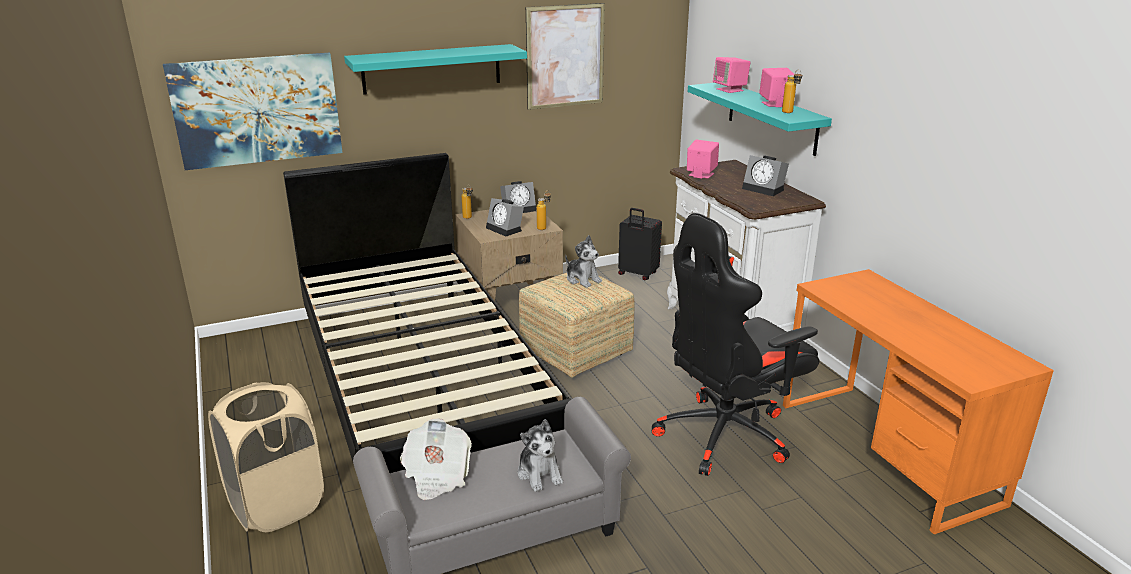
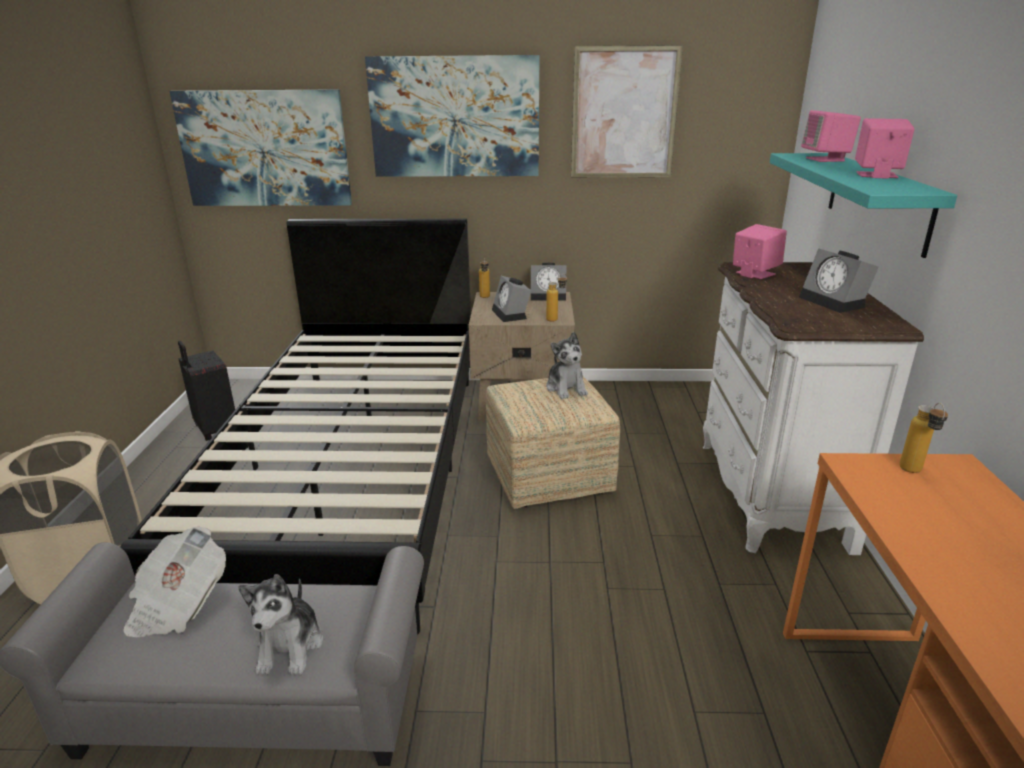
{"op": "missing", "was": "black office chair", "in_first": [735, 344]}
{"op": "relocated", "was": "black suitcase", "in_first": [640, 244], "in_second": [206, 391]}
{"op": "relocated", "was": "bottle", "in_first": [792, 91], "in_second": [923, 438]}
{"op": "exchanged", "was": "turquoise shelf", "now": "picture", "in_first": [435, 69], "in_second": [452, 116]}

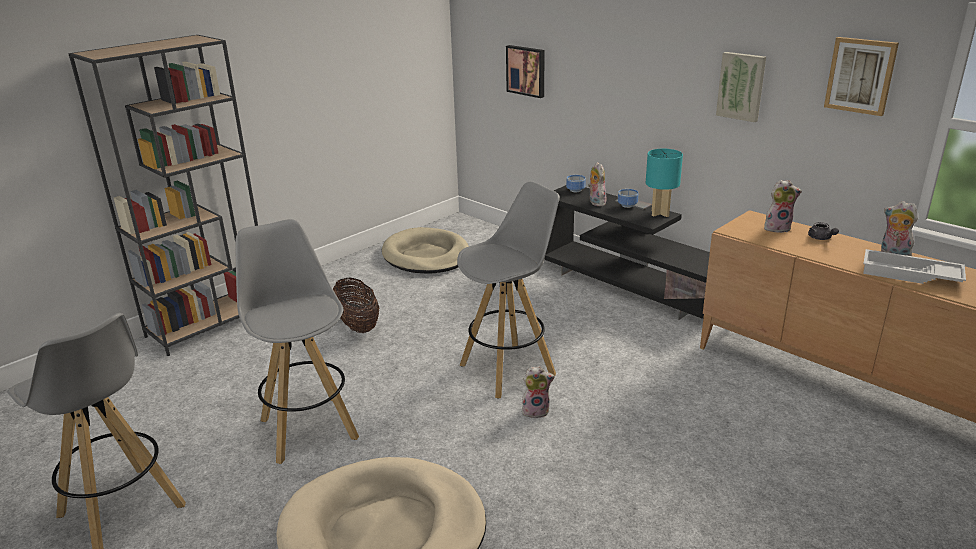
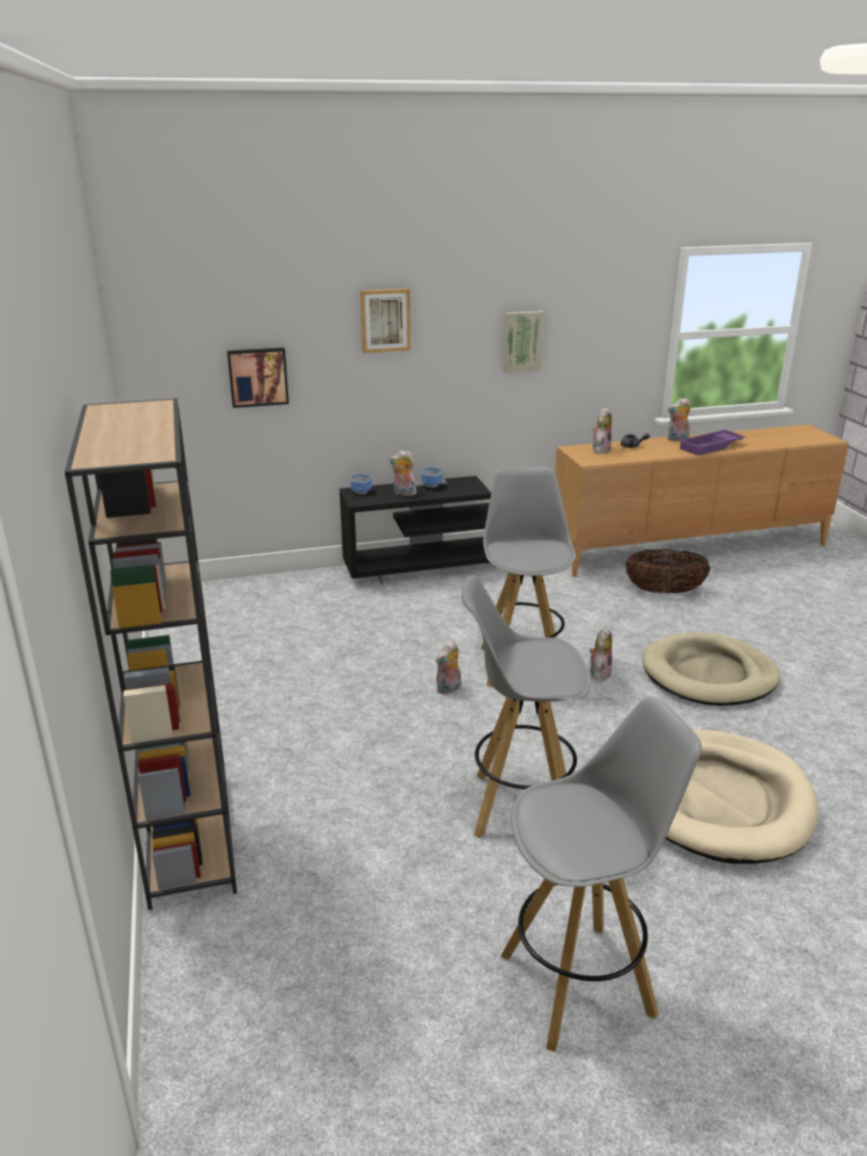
{"op": "missing", "was": "turquoise table lamp", "in_first": [664, 183]}
{"op": "appeared", "now": "plush toy", "in_second": [448, 667]}
{"op": "relocated", "was": "basket", "in_first": [356, 305], "in_second": [667, 571]}
{"op": "relocated", "was": "beige dog bed", "in_first": [425, 250], "in_second": [711, 669]}
{"op": "relocated", "was": "picture", "in_first": [861, 76], "in_second": [385, 321]}
{"op": "colour", "was": "white tray", "now": "purple tray", "in_first": [914, 266], "in_second": [712, 443]}

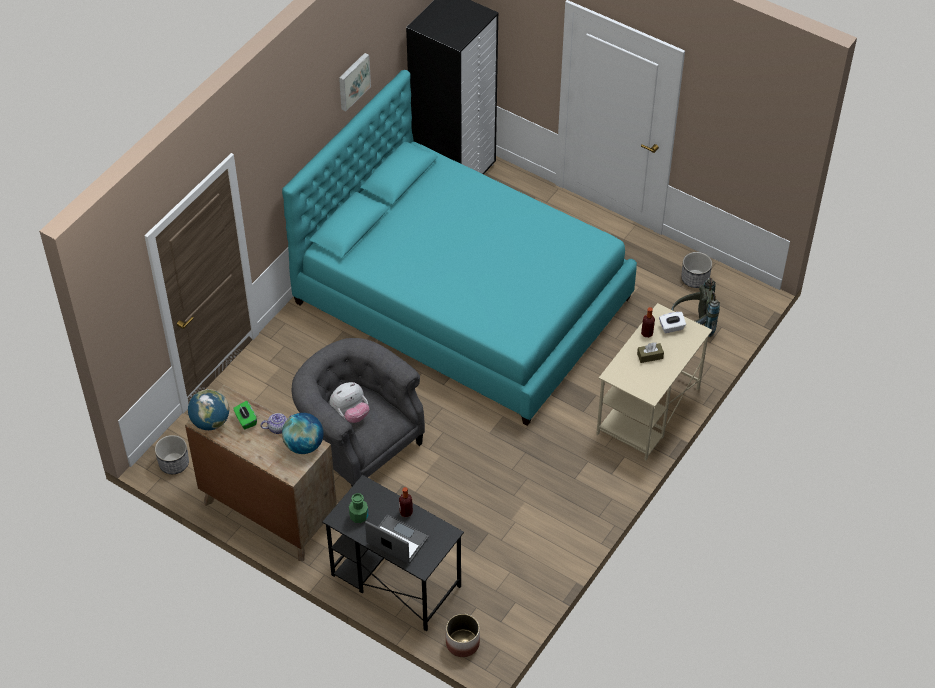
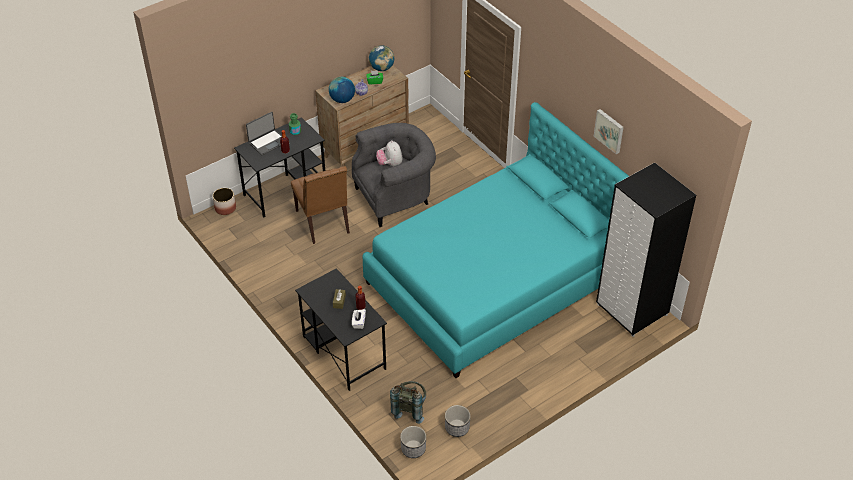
{"op": "appeared", "now": "brown chair", "in_second": [320, 205]}
{"op": "relocated", "was": "planter", "in_first": [172, 454], "in_second": [413, 442]}
{"op": "colour", "was": "beige desk", "now": "black desk", "in_first": [654, 381], "in_second": [341, 329]}

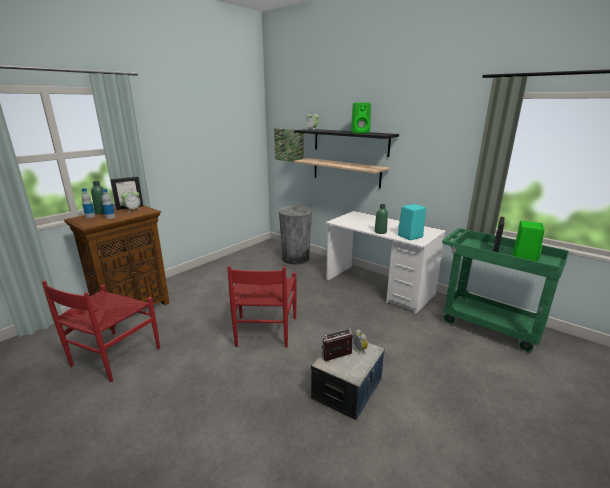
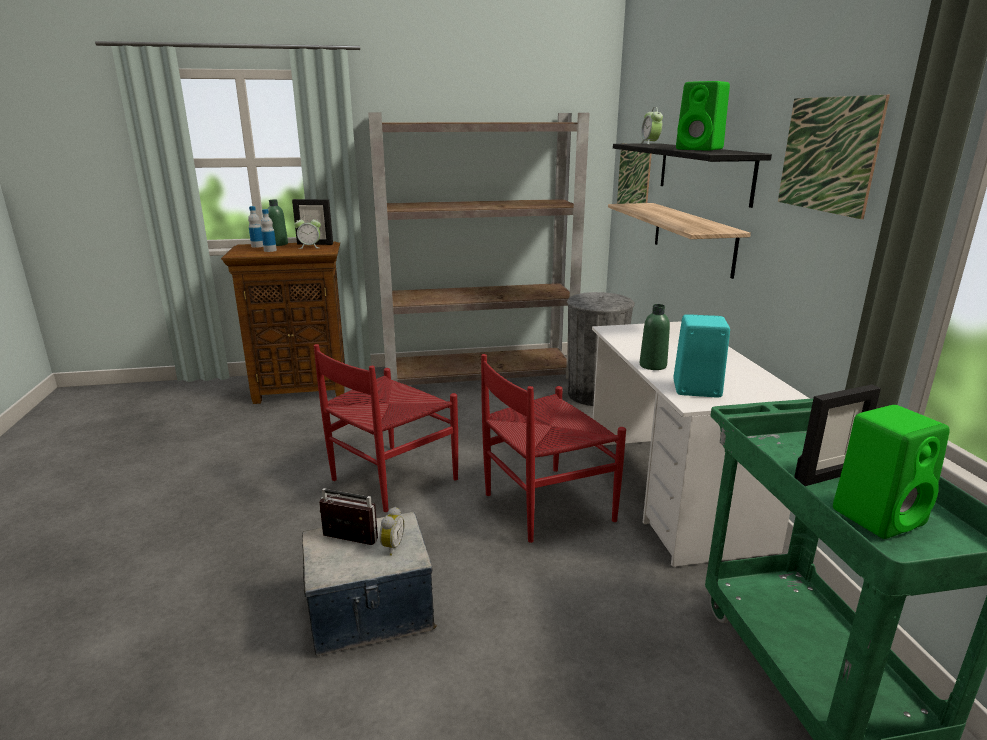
{"op": "appeared", "now": "brown bookcase", "in_second": [479, 249]}
{"op": "appeared", "now": "picture", "in_second": [834, 157]}
{"op": "relocated", "was": "red chair", "in_first": [101, 331], "in_second": [553, 448]}

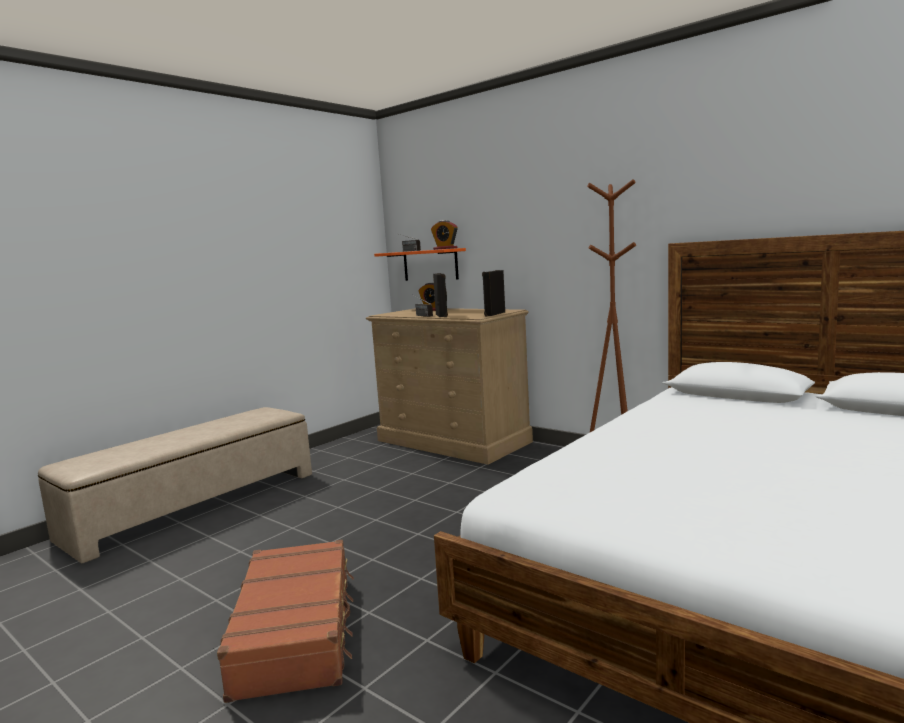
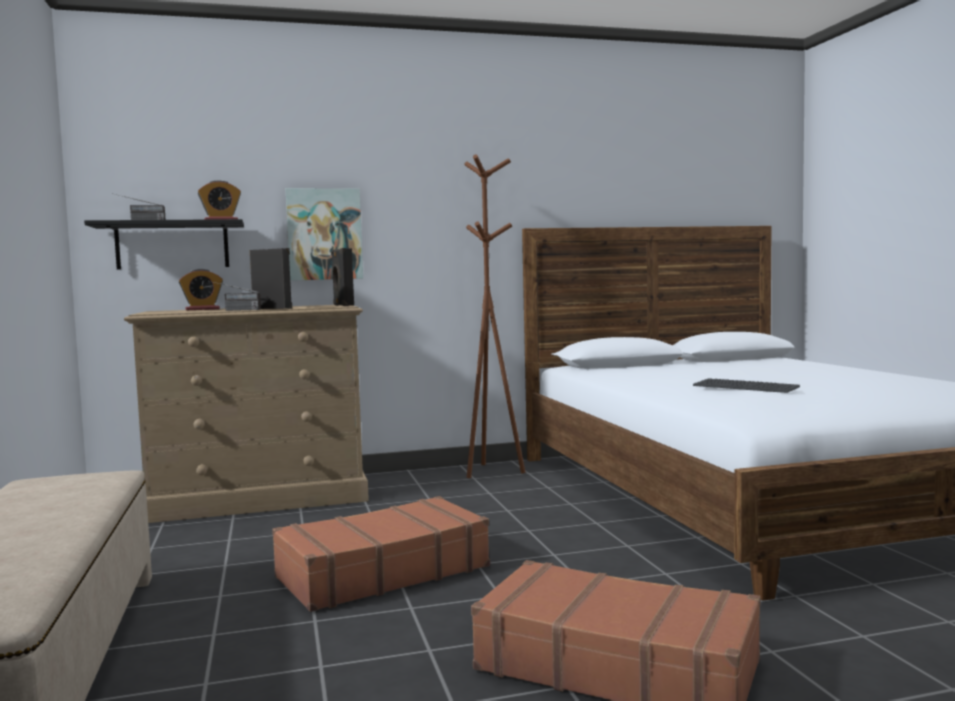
{"op": "appeared", "now": "brown suitcase", "in_second": [381, 554]}
{"op": "appeared", "now": "picture", "in_second": [324, 234]}
{"op": "appeared", "now": "keyboard", "in_second": [746, 385]}
{"op": "colour", "was": "orange shelf", "now": "black shelf", "in_first": [420, 264], "in_second": [164, 244]}

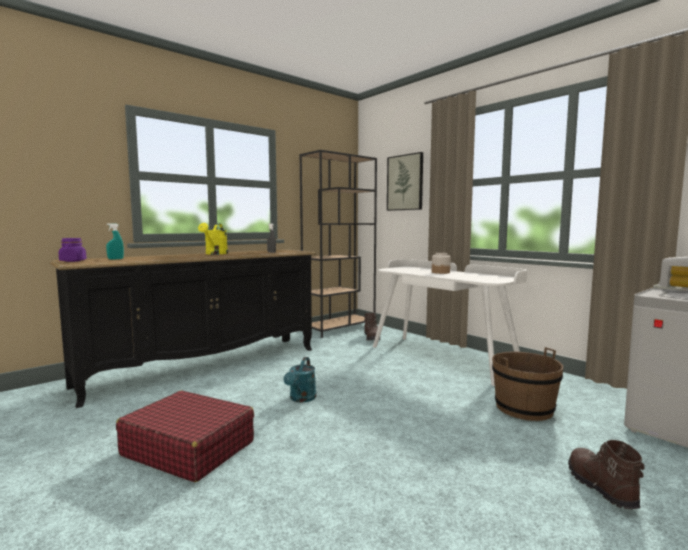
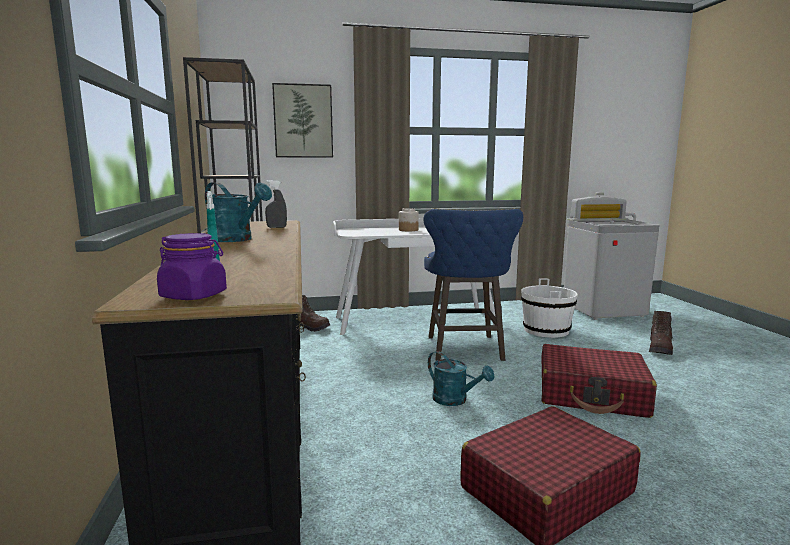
{"op": "appeared", "now": "blue stool", "in_second": [473, 284]}
{"op": "appeared", "now": "red suitcase", "in_second": [599, 381]}
{"op": "colour", "was": "yellow watering can", "now": "turquoise watering can", "in_first": [213, 238], "in_second": [238, 212]}
{"op": "colour", "was": "brown bucket", "now": "white bucket", "in_first": [527, 384], "in_second": [549, 308]}
{"op": "spun", "was": "brown boot", "in_first": [606, 474], "in_second": [661, 333], "clockwise": -90}

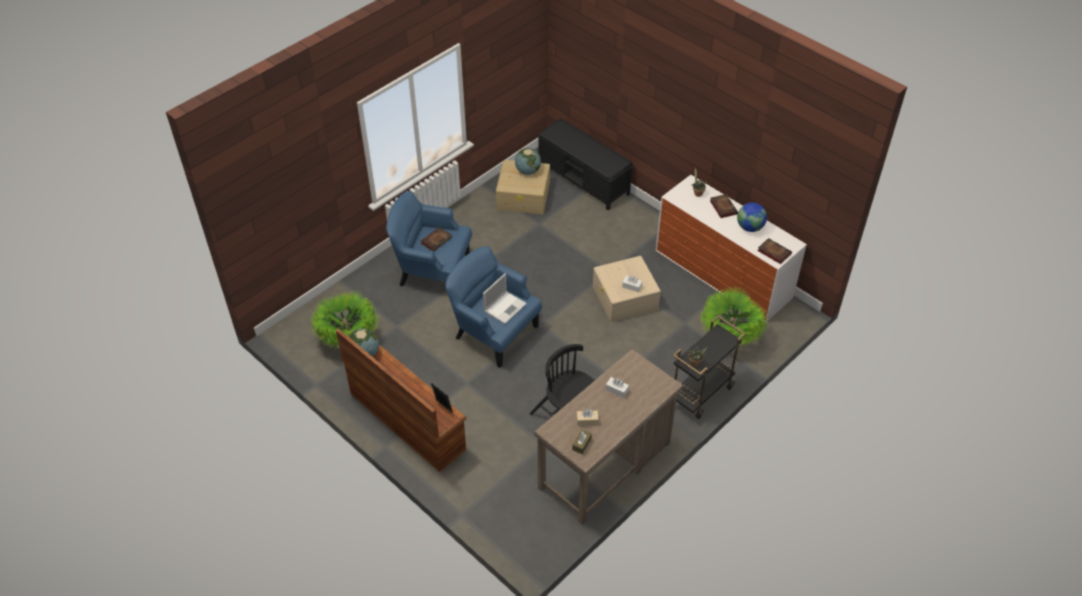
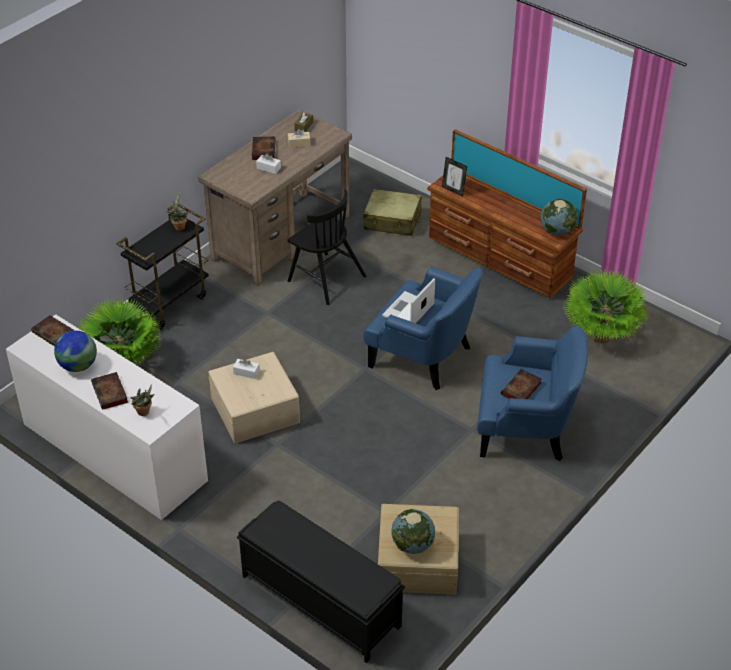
{"op": "appeared", "now": "book", "in_second": [263, 148]}
{"op": "appeared", "now": "beige suitcase", "in_second": [392, 212]}

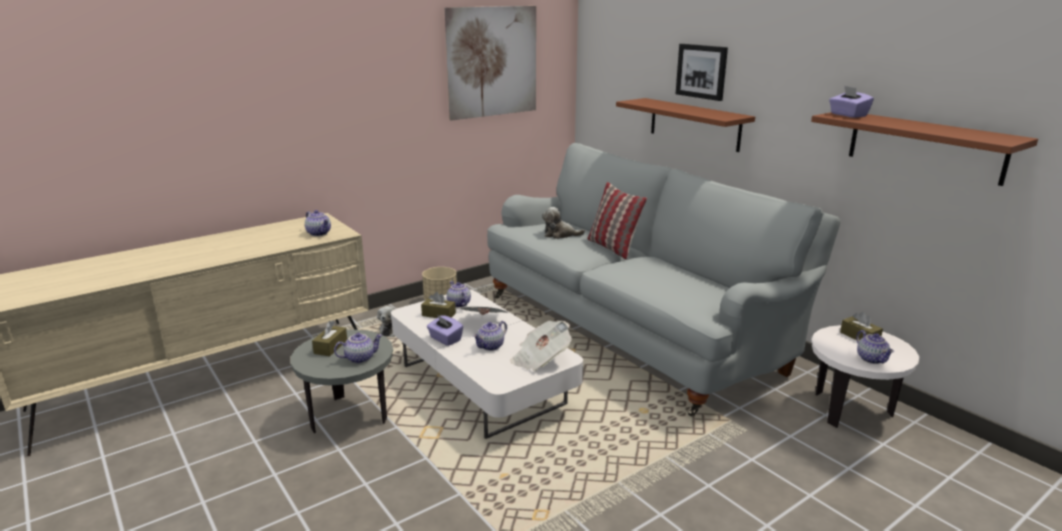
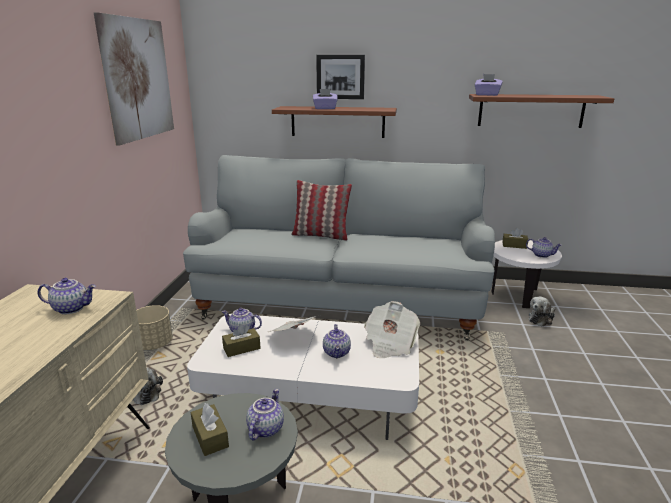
{"op": "relocated", "was": "purple tissue box", "in_first": [445, 330], "in_second": [325, 99]}
{"op": "relocated", "was": "plush toy", "in_first": [563, 223], "in_second": [542, 312]}

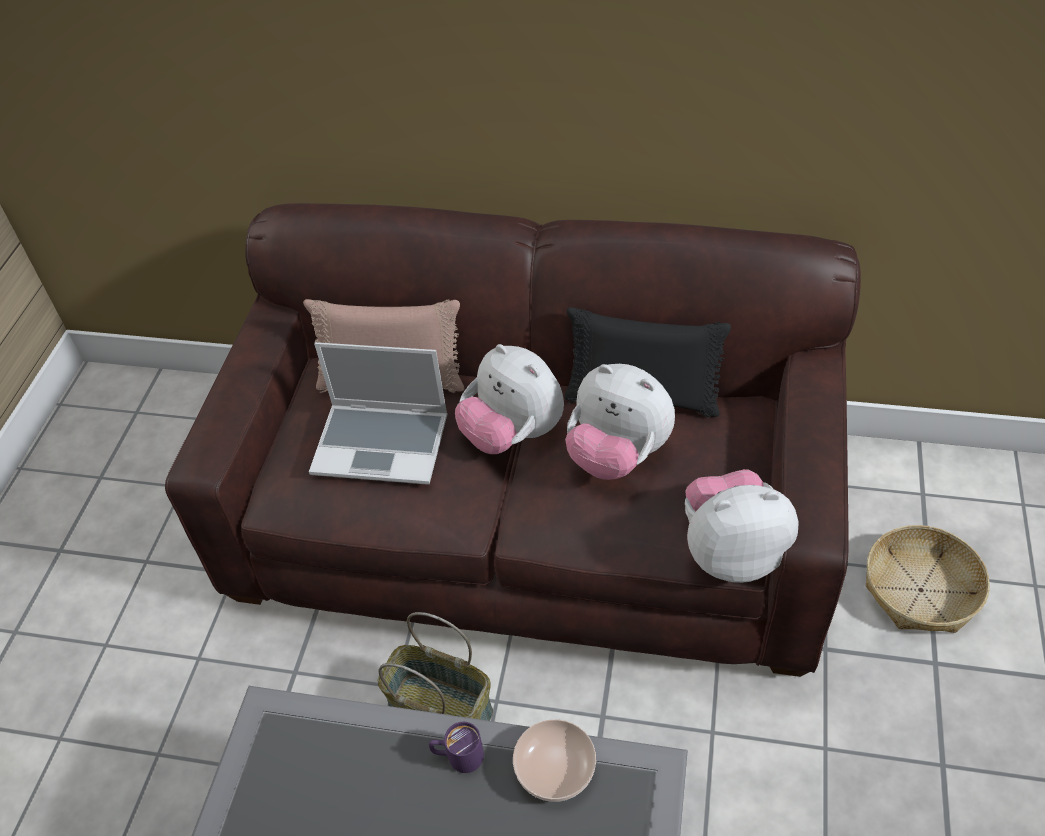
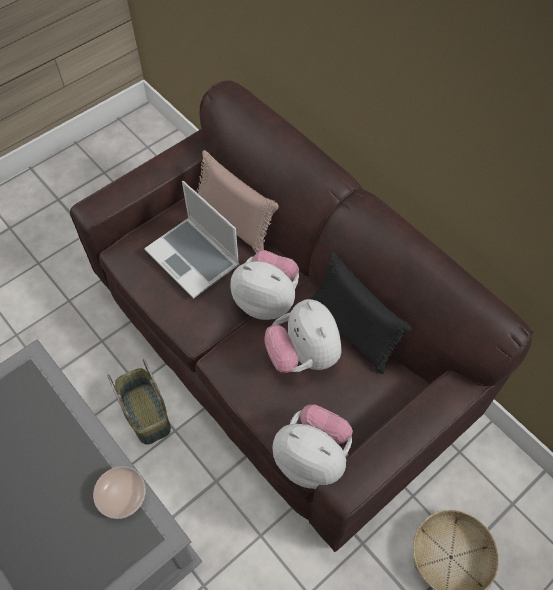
{"op": "missing", "was": "purple mug", "in_first": [456, 747]}
{"op": "spun", "was": "plush toy", "in_first": [509, 399], "in_second": [264, 285], "clockwise": 120}

